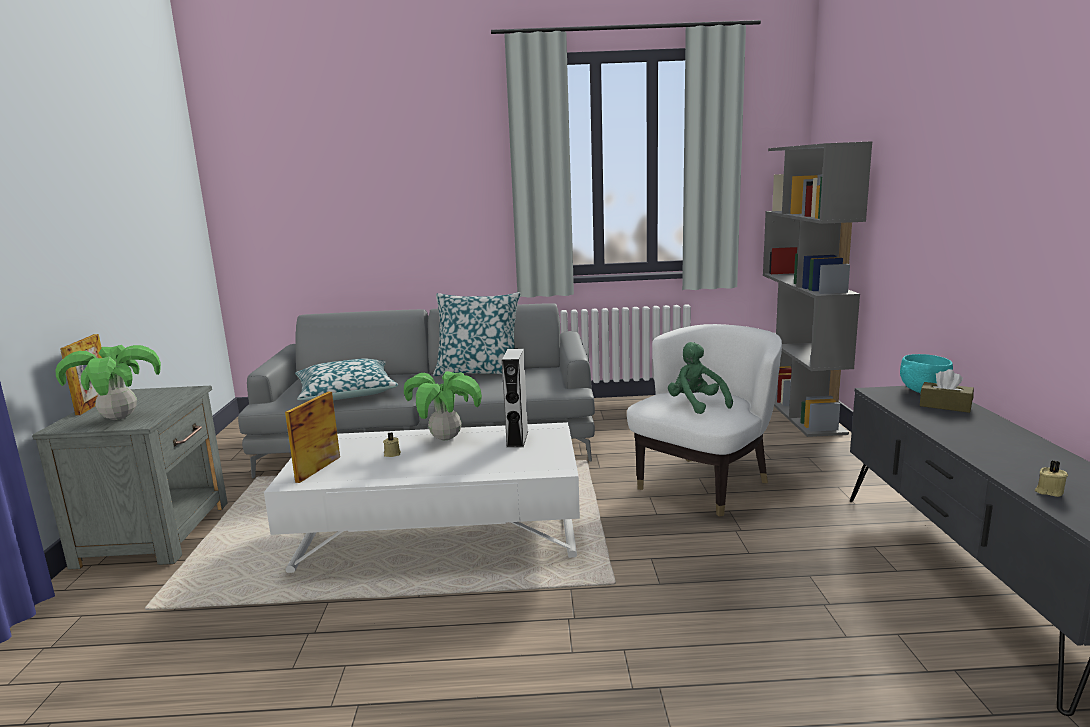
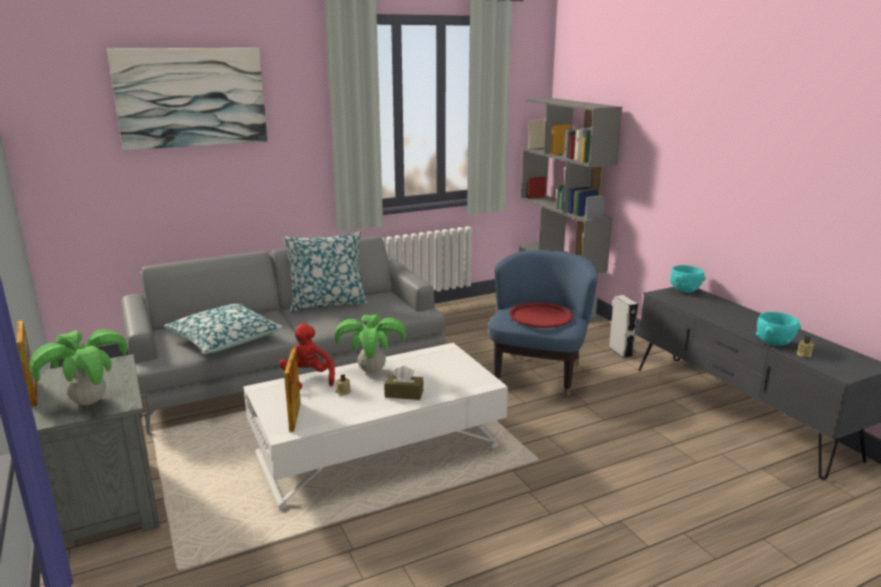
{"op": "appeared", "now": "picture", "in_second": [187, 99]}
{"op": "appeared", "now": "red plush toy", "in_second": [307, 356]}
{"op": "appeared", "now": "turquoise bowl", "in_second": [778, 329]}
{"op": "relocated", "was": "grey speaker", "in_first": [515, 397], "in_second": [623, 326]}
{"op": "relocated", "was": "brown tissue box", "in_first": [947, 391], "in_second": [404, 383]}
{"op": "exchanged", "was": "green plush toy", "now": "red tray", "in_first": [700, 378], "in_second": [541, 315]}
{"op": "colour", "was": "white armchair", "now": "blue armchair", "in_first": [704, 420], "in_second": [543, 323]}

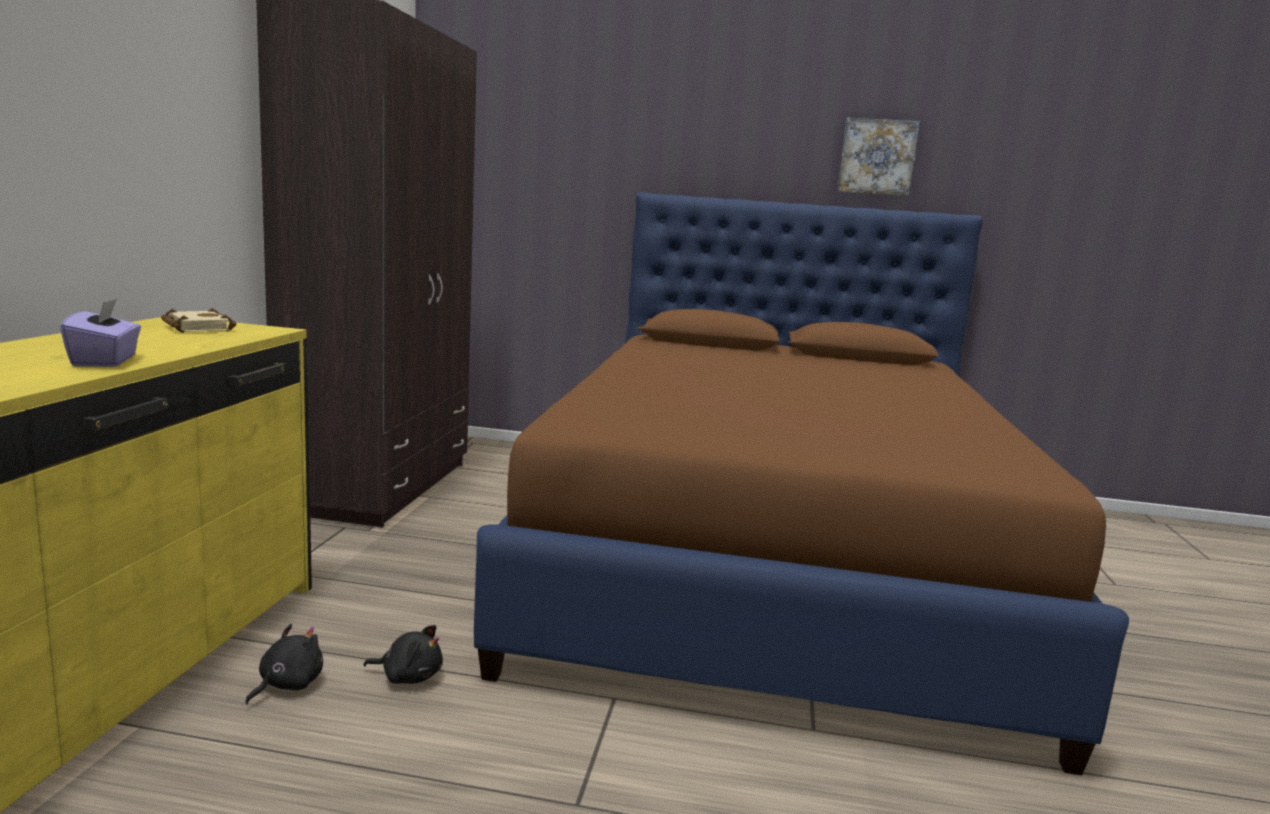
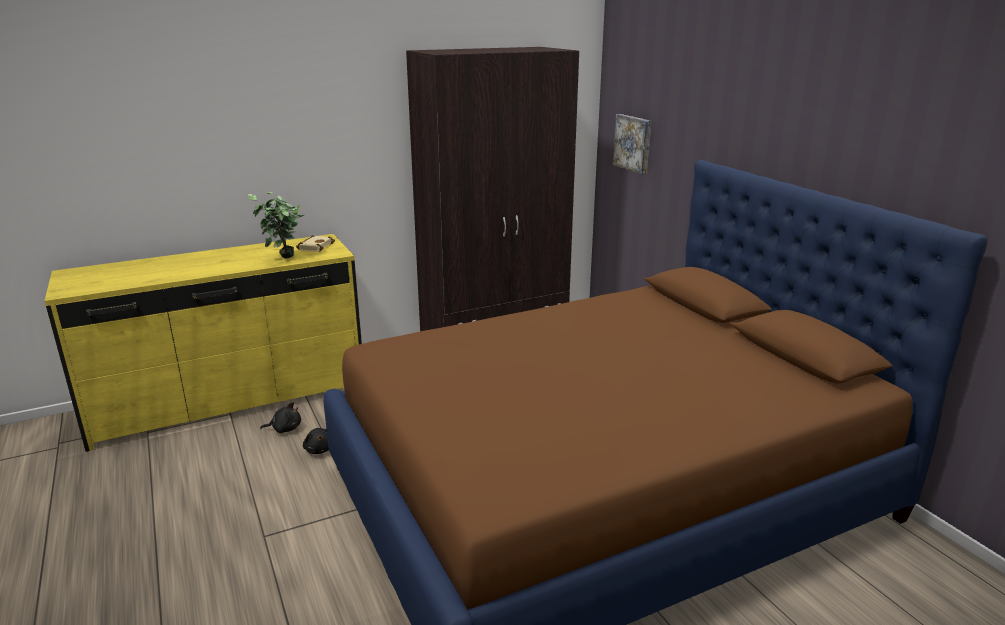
{"op": "missing", "was": "purple tissue box", "in_first": [100, 333]}
{"op": "appeared", "now": "potted plant", "in_second": [276, 225]}
{"op": "relocated", "was": "picture", "in_first": [879, 156], "in_second": [632, 144]}

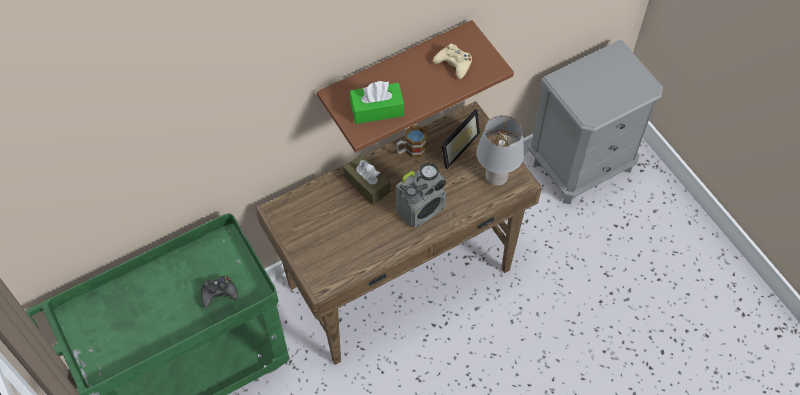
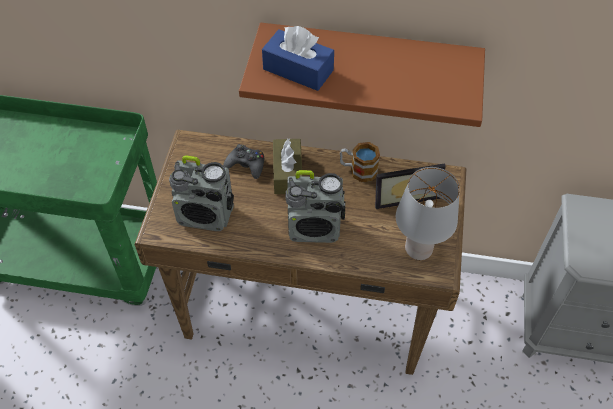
{"op": "missing", "was": "beige game controller", "in_first": [452, 61]}
{"op": "appeared", "now": "radio", "in_second": [201, 193]}
{"op": "relocated", "was": "black game controller", "in_first": [219, 292], "in_second": [243, 161]}
{"op": "colour", "was": "green tissue box", "now": "blue tissue box", "in_first": [377, 102], "in_second": [298, 58]}

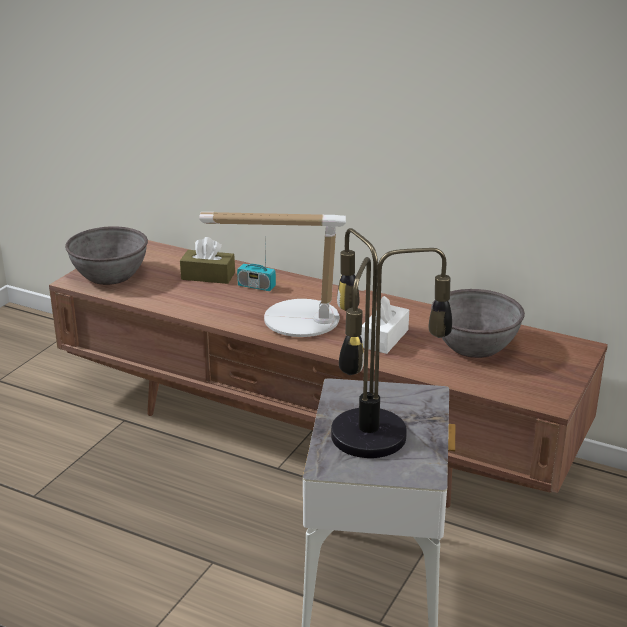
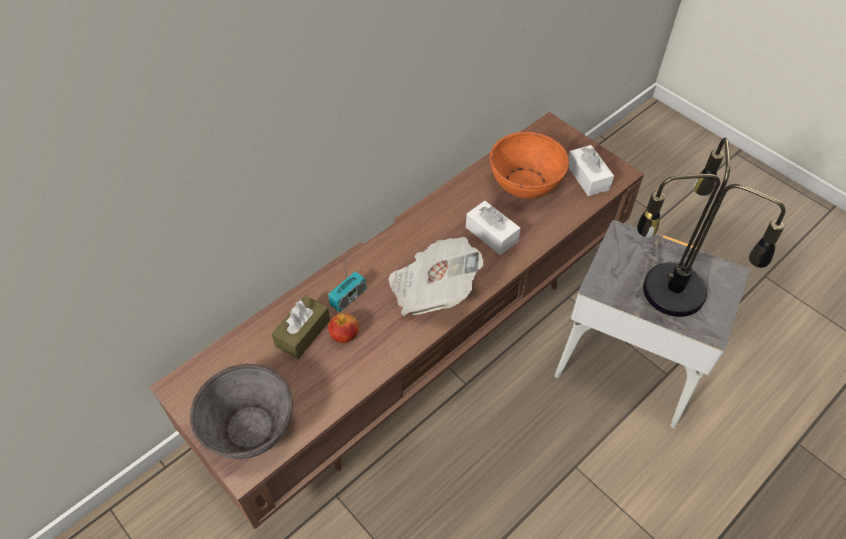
{"op": "appeared", "now": "apple", "in_second": [343, 328]}
{"op": "appeared", "now": "white tissue box", "in_second": [591, 170]}
{"op": "exchanged", "was": "table lamp", "now": "newspaper", "in_first": [272, 274], "in_second": [435, 276]}
{"op": "colour", "was": "grey bowl", "now": "orange bowl", "in_first": [478, 323], "in_second": [529, 165]}

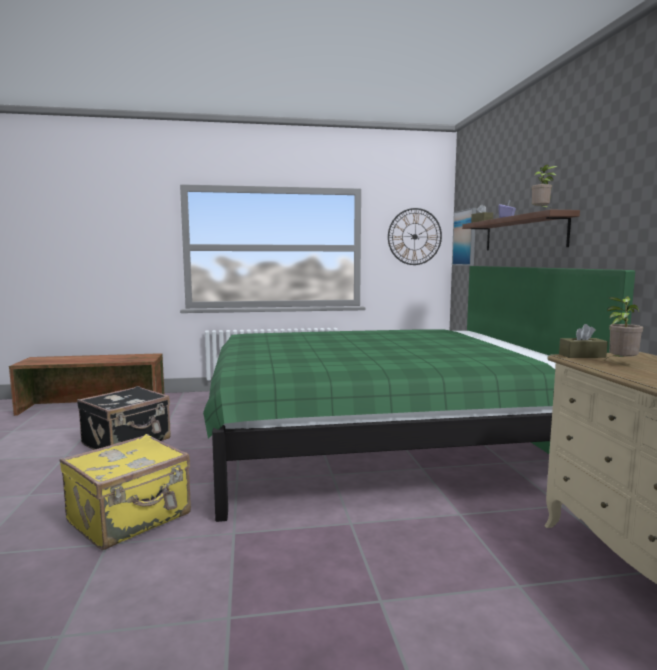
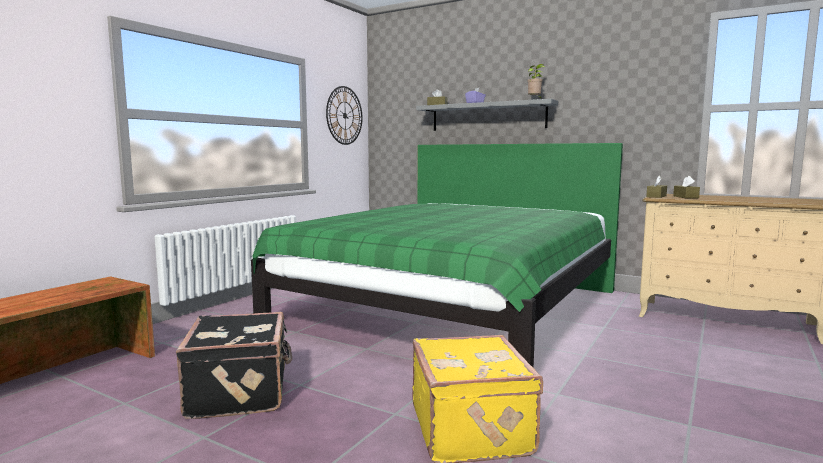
{"op": "missing", "was": "picture", "in_first": [464, 237]}
{"op": "exchanged", "was": "potted plant", "now": "brown tissue box", "in_first": [624, 328], "in_second": [686, 187]}
{"op": "colour", "was": "brown shelf", "now": "grey shelf", "in_first": [521, 230], "in_second": [487, 115]}

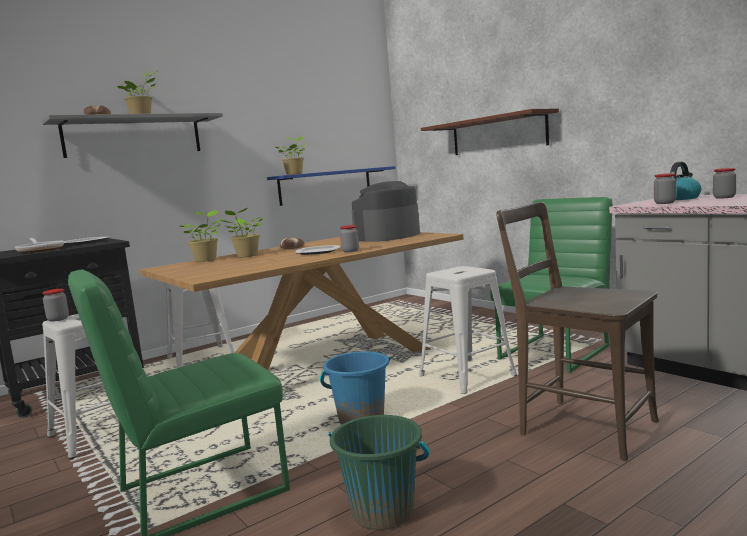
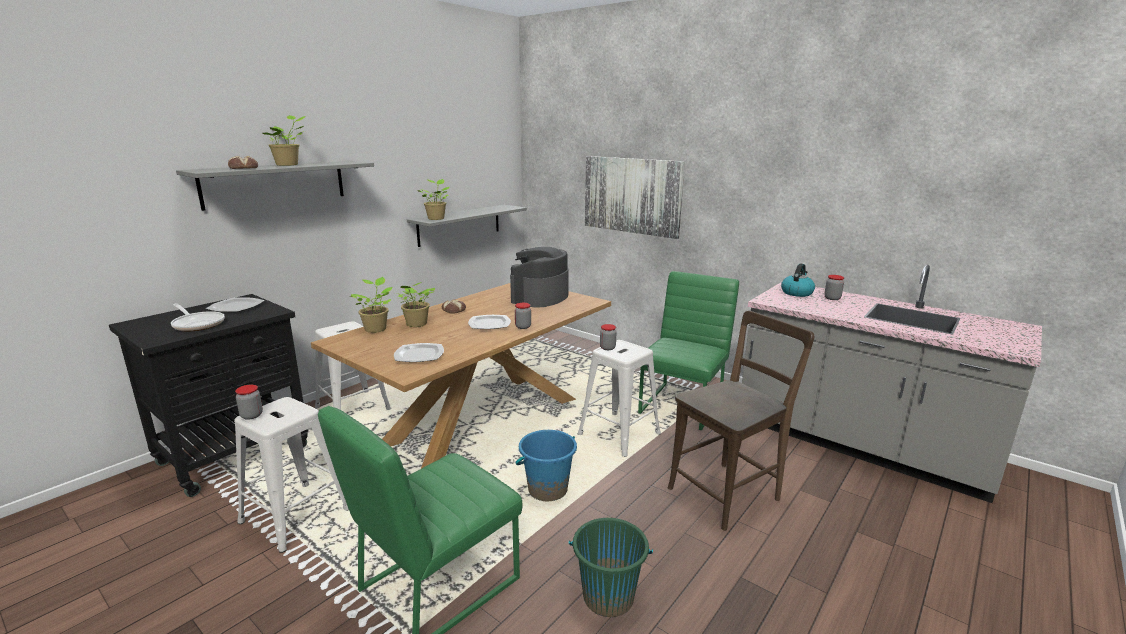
{"op": "appeared", "now": "plate", "in_second": [419, 352]}
{"op": "relocated", "was": "jar", "in_first": [665, 188], "in_second": [608, 337]}
{"op": "exchanged", "was": "brown shelf", "now": "picture", "in_first": [490, 132], "in_second": [635, 197]}
{"op": "colour", "was": "blue shelf", "now": "grey shelf", "in_first": [331, 186], "in_second": [467, 226]}
{"op": "spun", "was": "brown chair", "in_first": [577, 331], "in_second": [741, 421], "clockwise": 120}

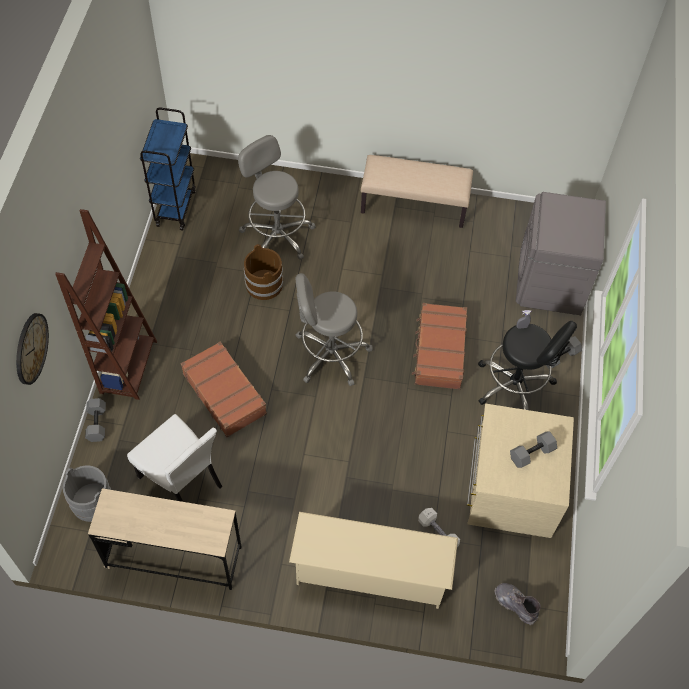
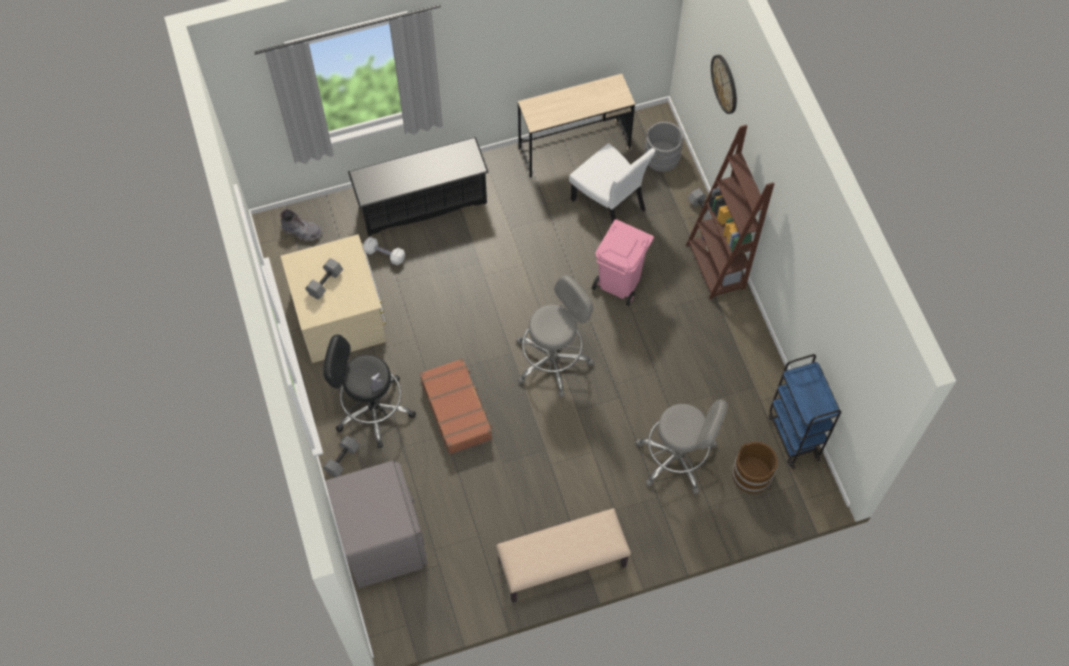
{"op": "relocated", "was": "brown bucket", "in_first": [263, 272], "in_second": [755, 468]}
{"op": "exchanged", "was": "brown suitcase", "now": "pink trash can", "in_first": [224, 389], "in_second": [623, 262]}
{"op": "colour", "was": "beige shoe rack", "now": "black shoe rack", "in_first": [373, 560], "in_second": [418, 186]}
{"op": "spun", "was": "white chair", "in_first": [174, 458], "in_second": [612, 183], "clockwise": -150}

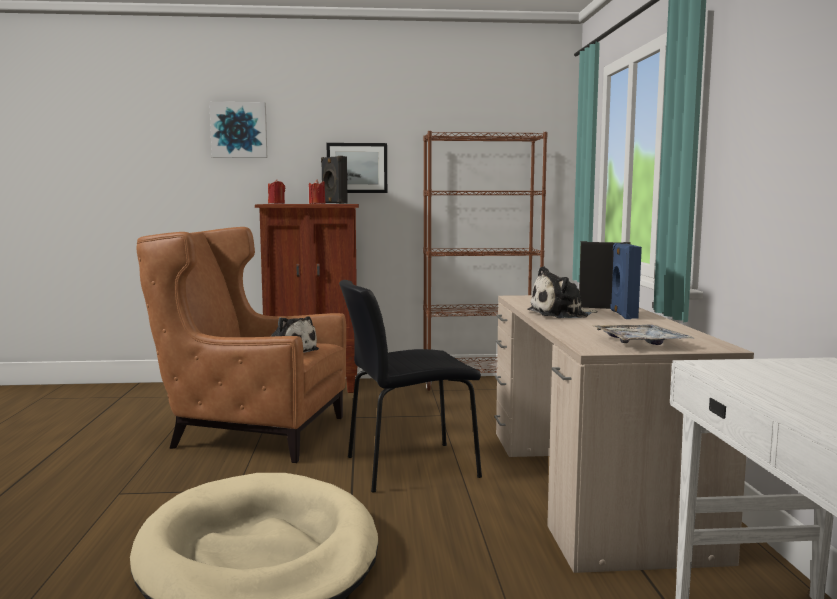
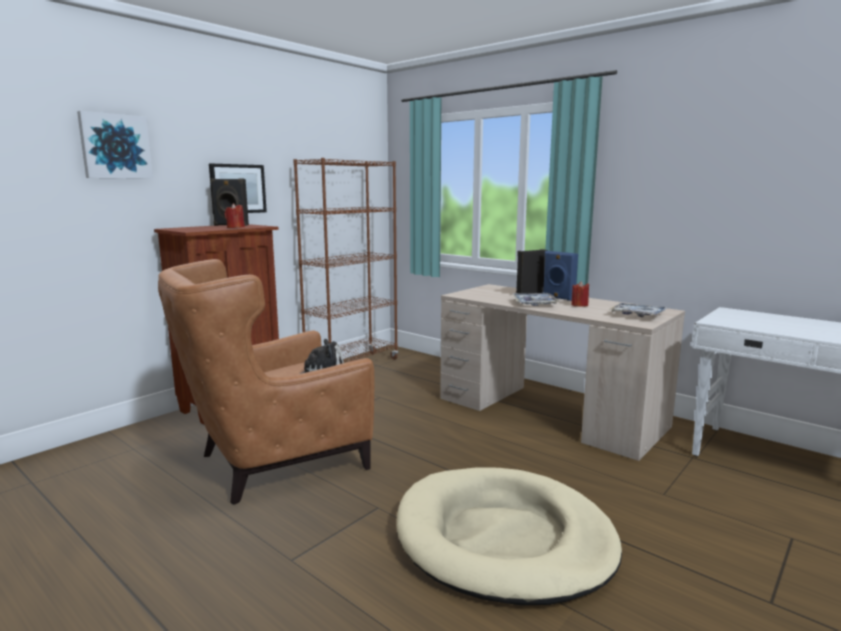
{"op": "missing", "was": "black chair", "in_first": [410, 386]}
{"op": "relocated", "was": "red candle", "in_first": [276, 192], "in_second": [580, 294]}
{"op": "exchanged", "was": "plush toy", "now": "tray", "in_first": [562, 292], "in_second": [536, 299]}

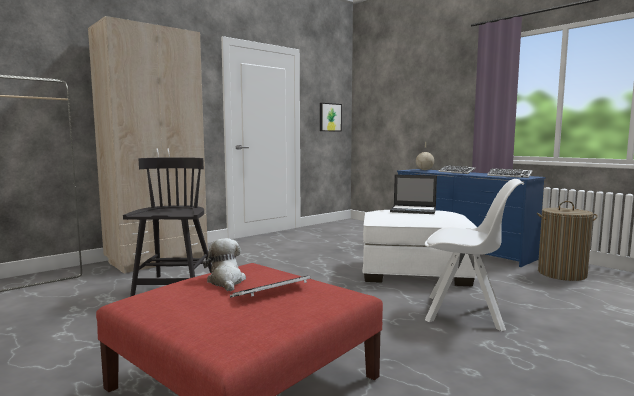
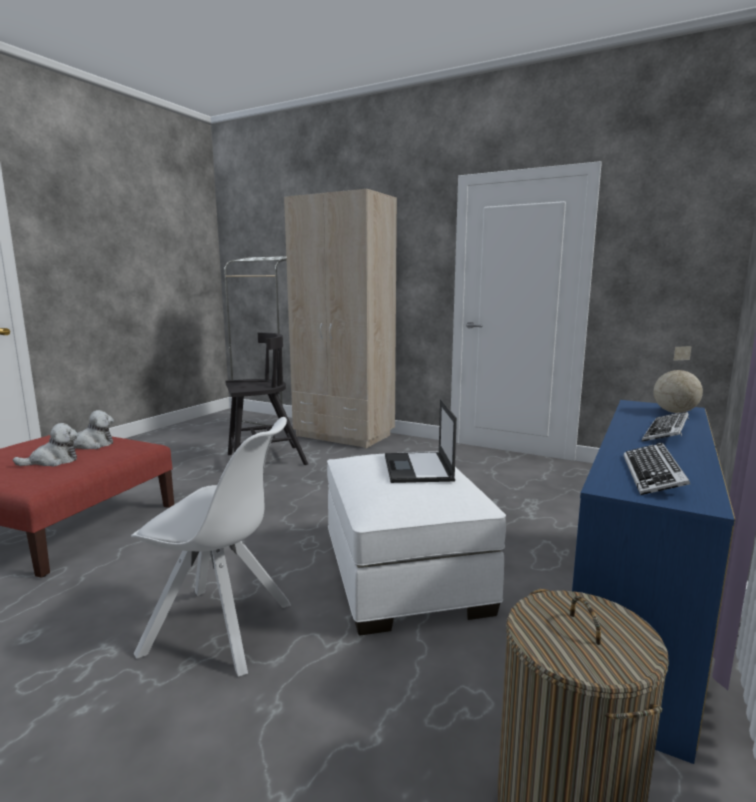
{"op": "missing", "was": "picture", "in_first": [331, 117]}
{"op": "exchanged", "was": "keyboard", "now": "plush toy", "in_first": [270, 286], "in_second": [45, 445]}
{"op": "spun", "was": "white chair", "in_first": [474, 255], "in_second": [211, 547], "clockwise": -75}

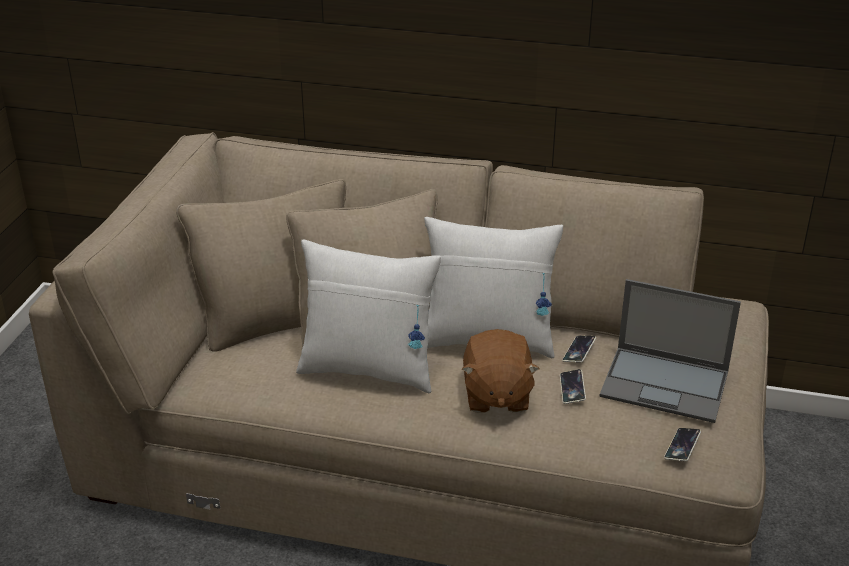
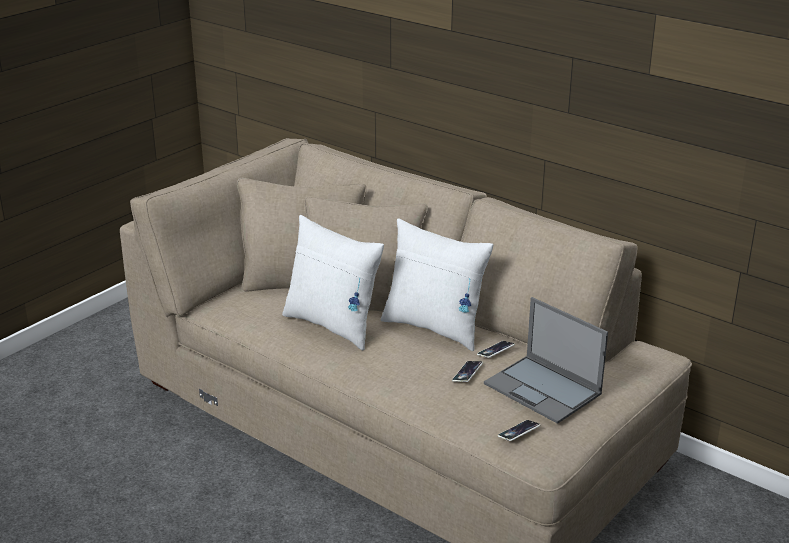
{"op": "missing", "was": "brown plush toy", "in_first": [500, 371]}

